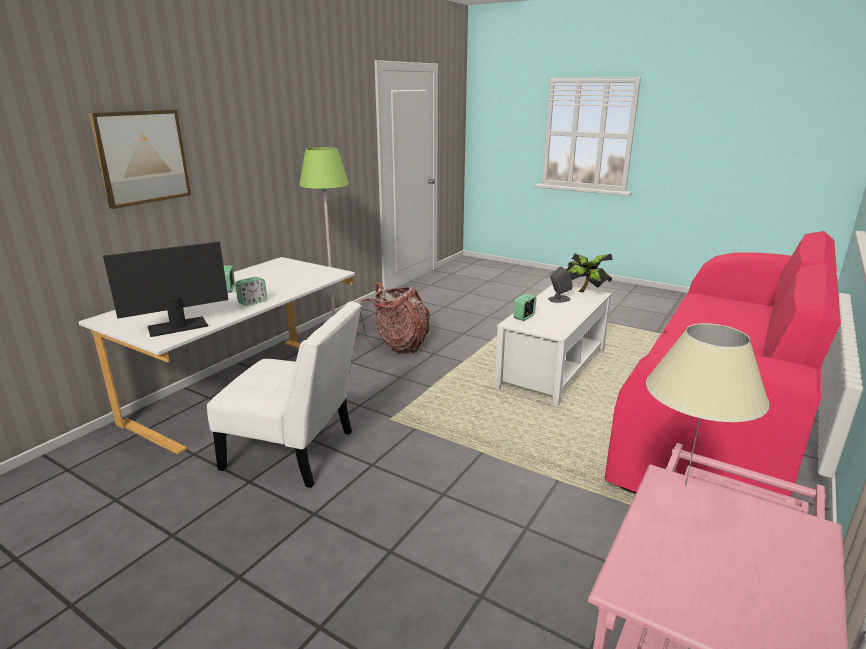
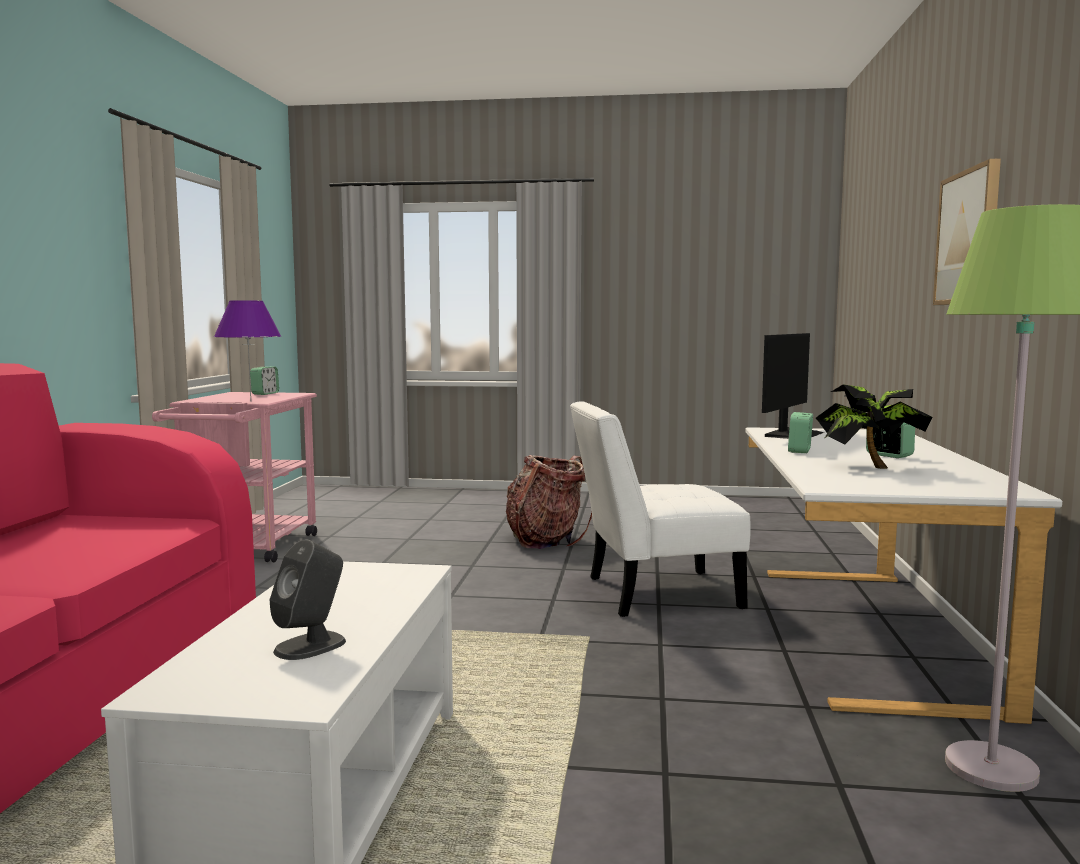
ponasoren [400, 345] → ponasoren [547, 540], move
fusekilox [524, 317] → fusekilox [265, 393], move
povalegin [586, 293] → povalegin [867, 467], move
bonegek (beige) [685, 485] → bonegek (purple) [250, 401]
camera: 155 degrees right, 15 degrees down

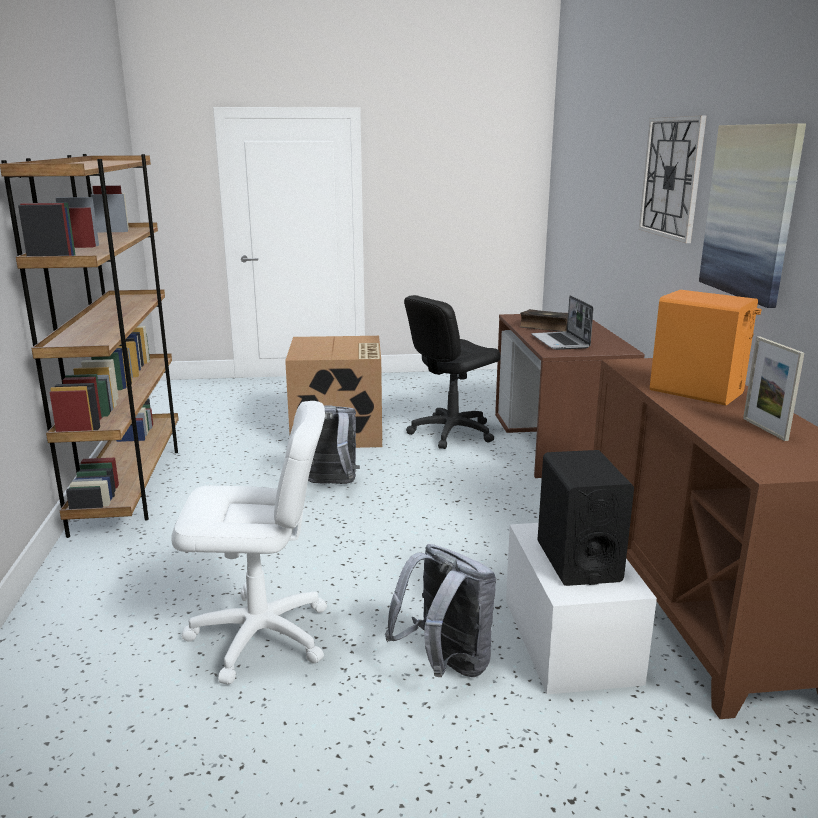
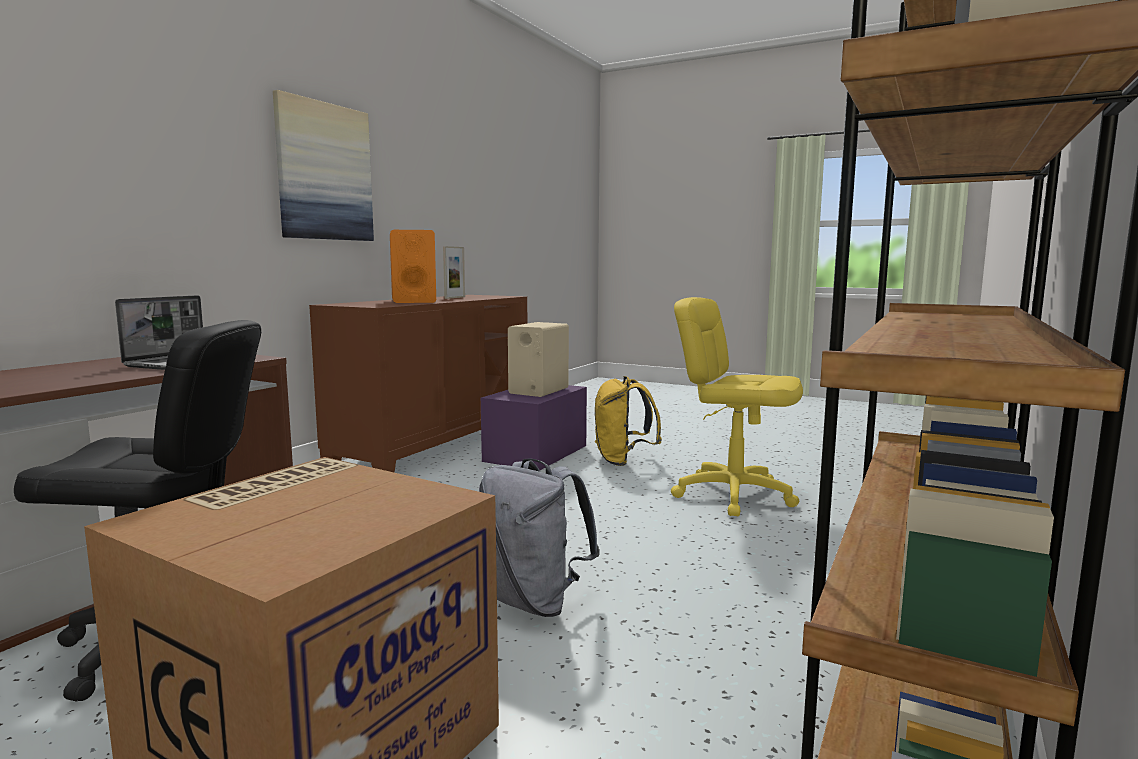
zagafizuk [546, 327] → -
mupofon [671, 177] → -
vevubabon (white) [260, 636] → vevubabon (yellow) [733, 495]
ponasoren (grey) [445, 665] → ponasoren (yellow) [622, 461]
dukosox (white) [570, 640] → dukosox (purple) [536, 453]
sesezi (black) [578, 561] → sesezi (beige) [538, 391]
camera: 145 degrees left, 10 degrees down

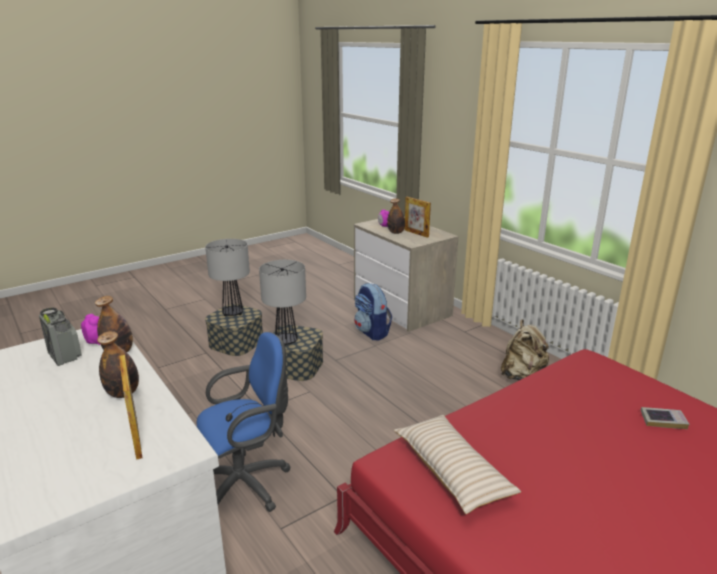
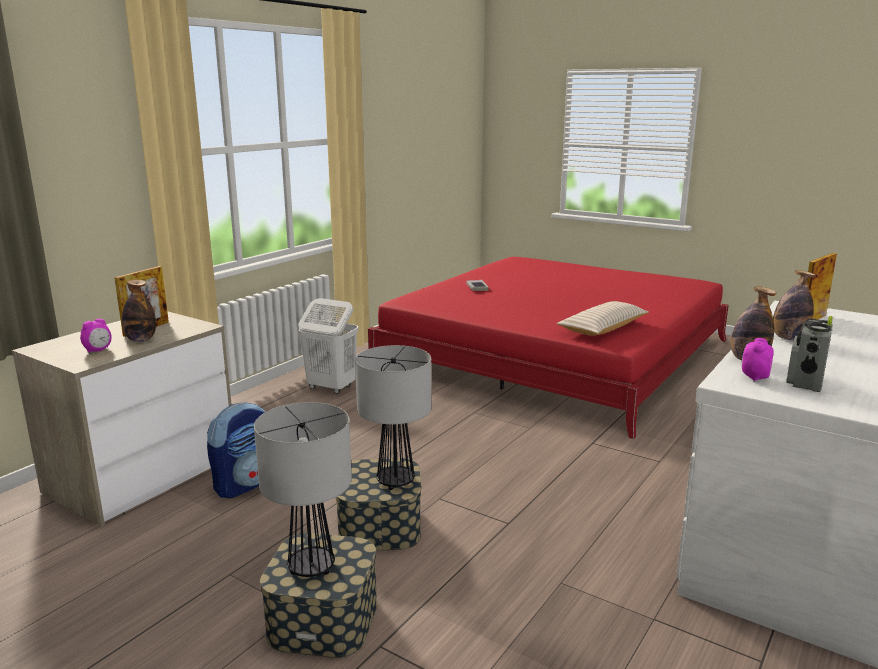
vevubabon (blue) [247, 484] → -
ponasoren (beige) [522, 375] → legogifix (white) [331, 387]
camera: 110 degrees left, 5 degrees down

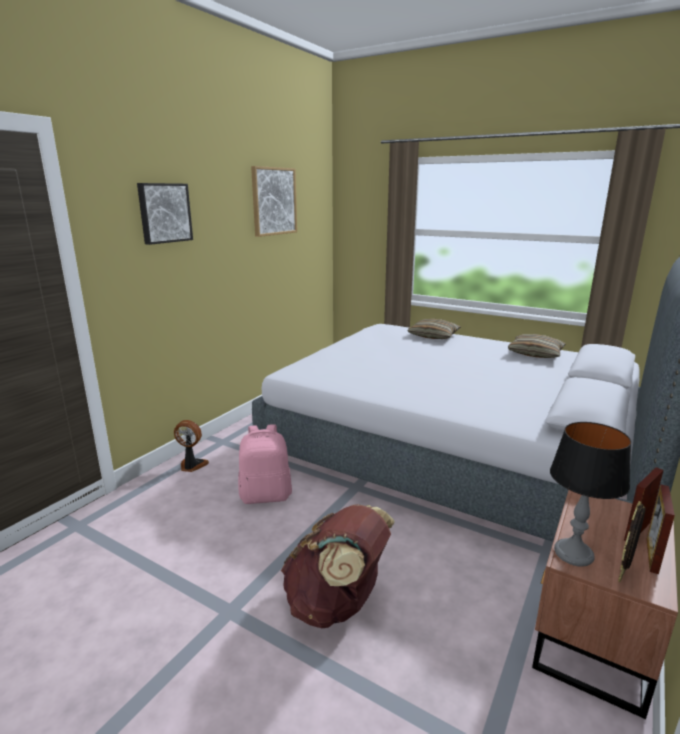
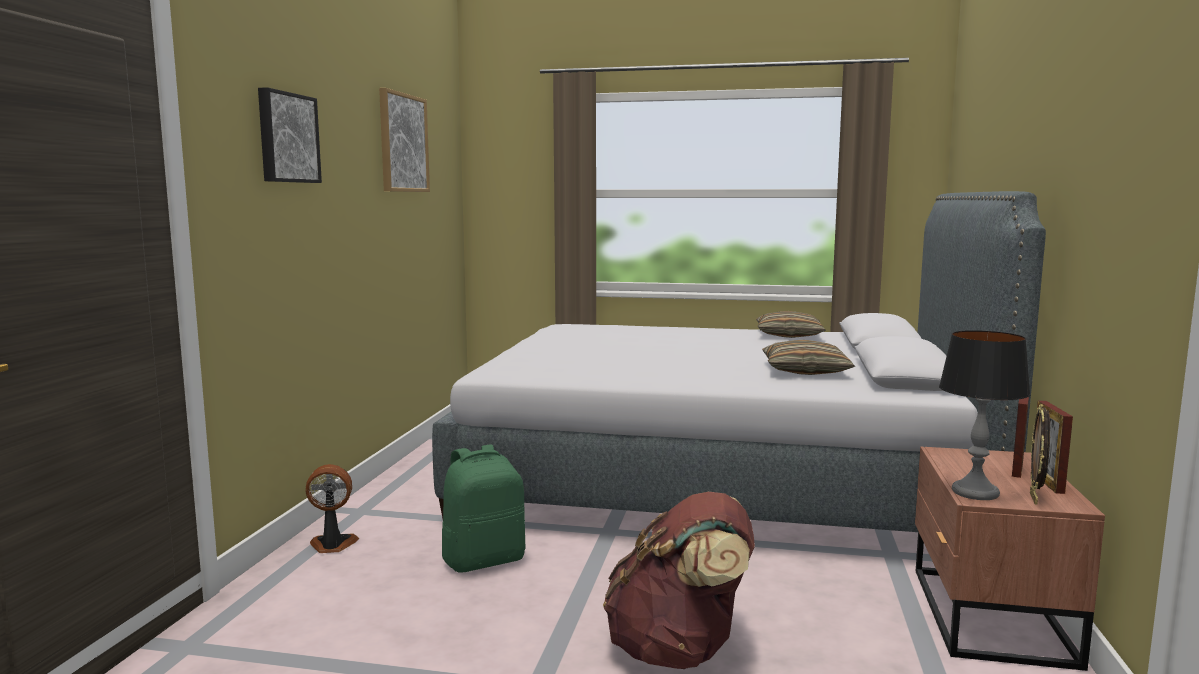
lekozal [433, 336] → lekozal [805, 371], move
ponasoren (pink) [266, 495] → ponasoren (green) [484, 560]
camera: 20 degrees left, 10 degrees down

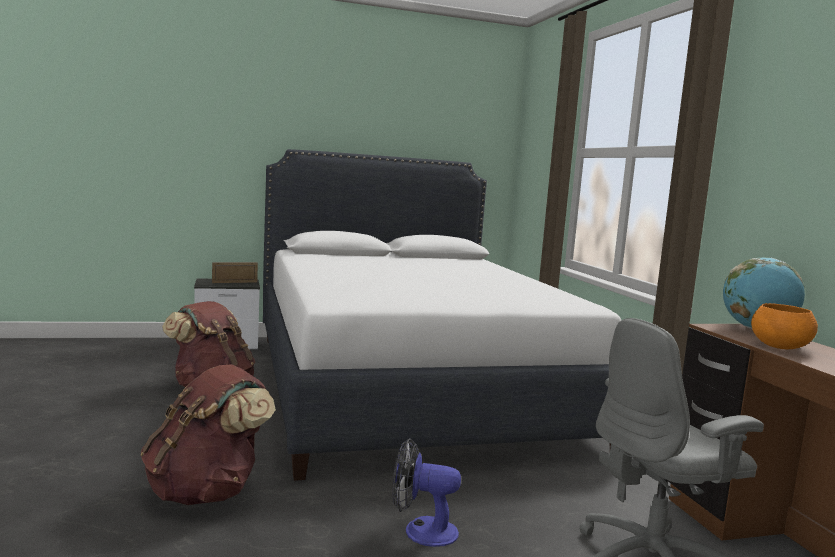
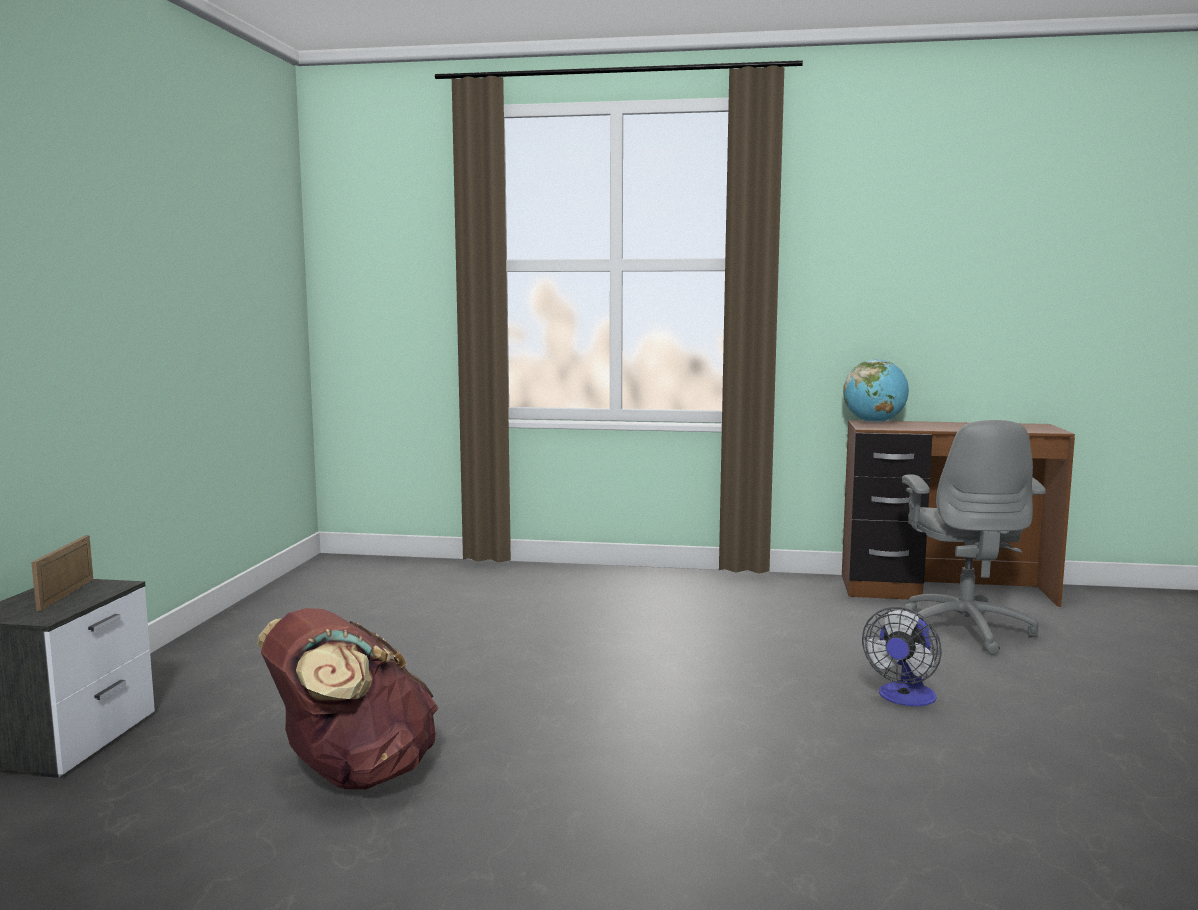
ponasoren (brown) [207, 492] → -
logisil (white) [408, 387] → -
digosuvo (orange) [779, 347] → -
camera: 65 degrees left, 0 degrees up

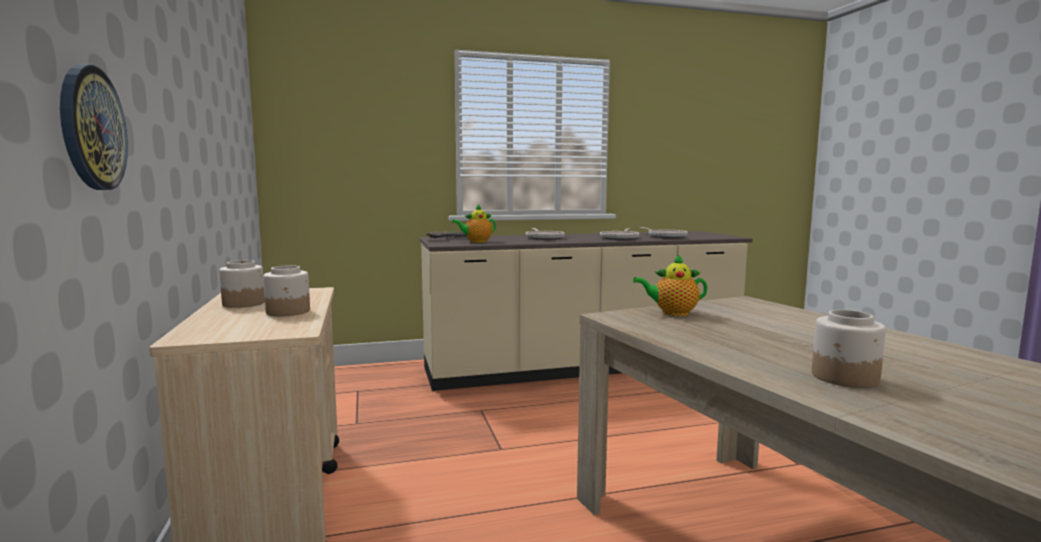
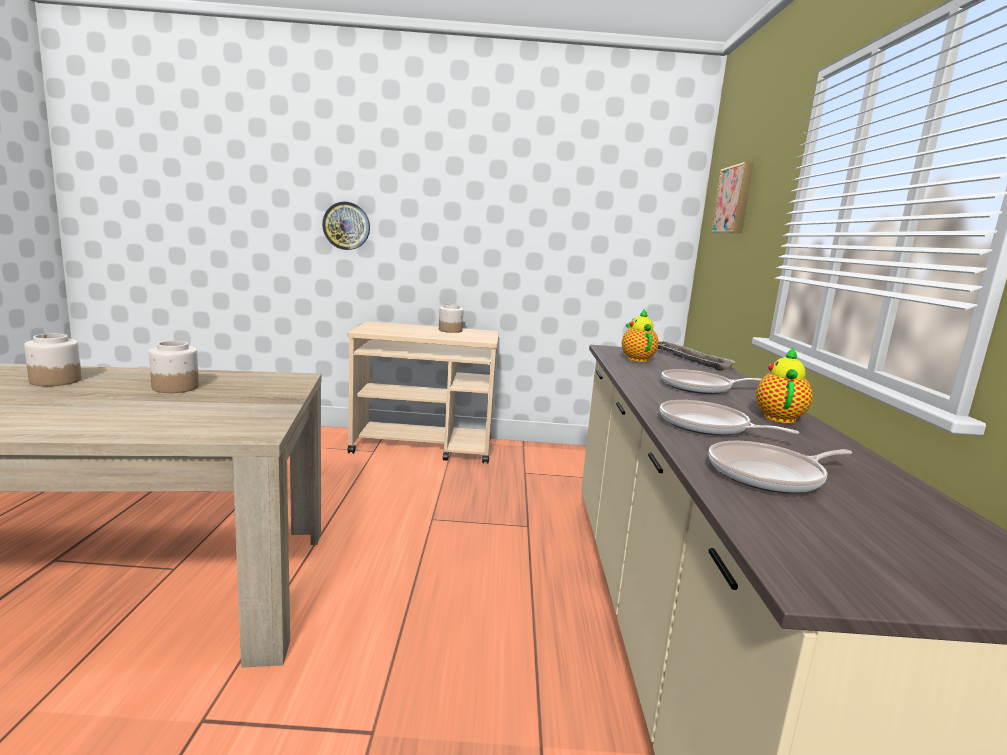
- → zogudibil [734, 200]
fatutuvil [288, 312] → fatutuvil [175, 387], move
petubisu [672, 313] → petubisu [778, 417], move
camera: 105 degrees right, 5 degrees up

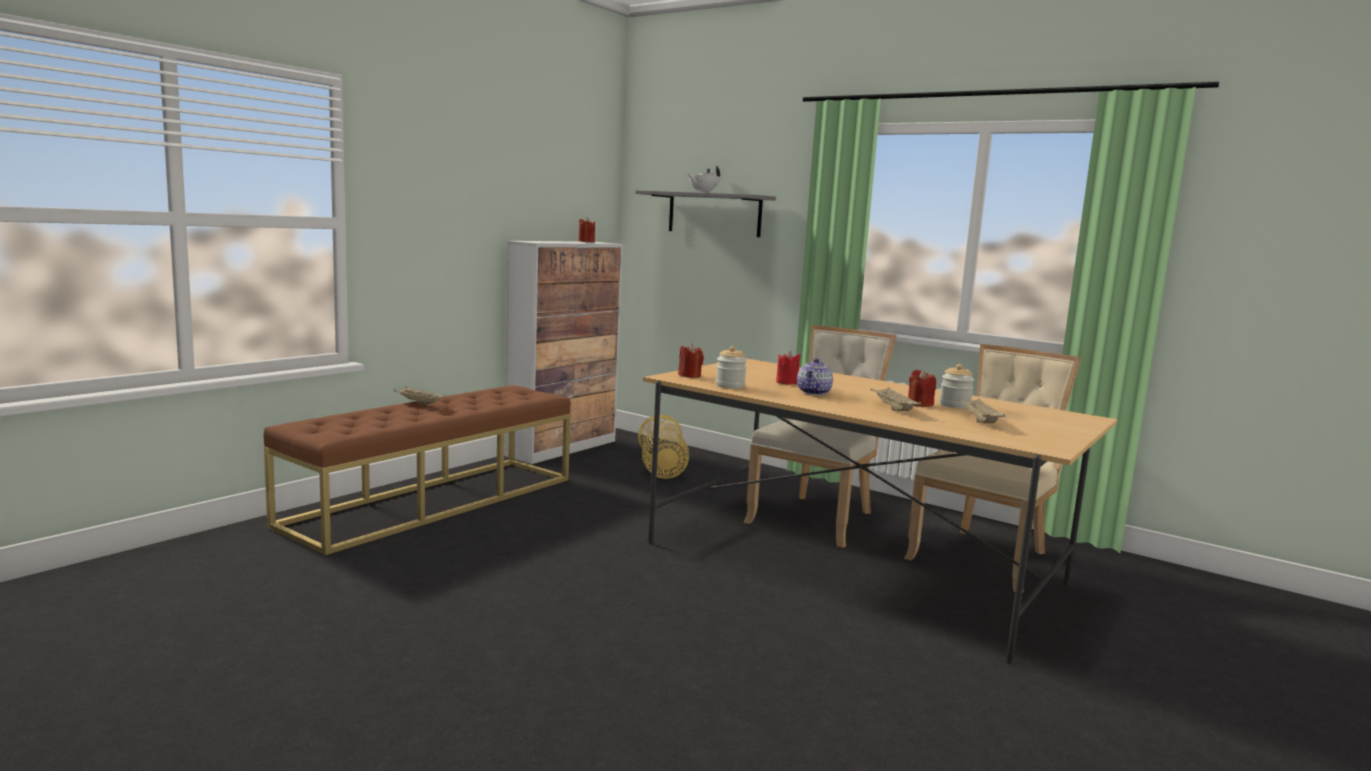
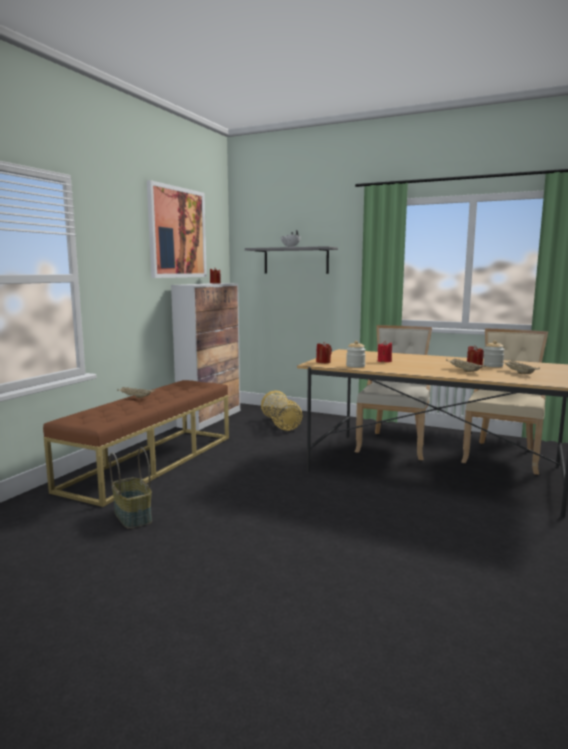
petubisu [814, 392] → -
- → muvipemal [133, 516]
- → zogudibil [177, 233]
camera: 10 degrees left, 0 degrees up

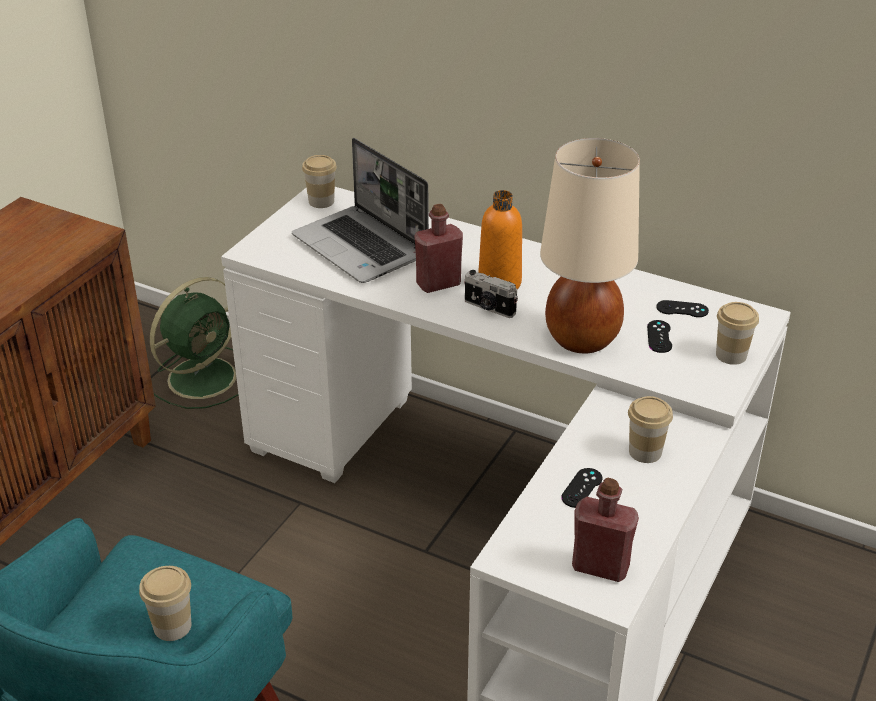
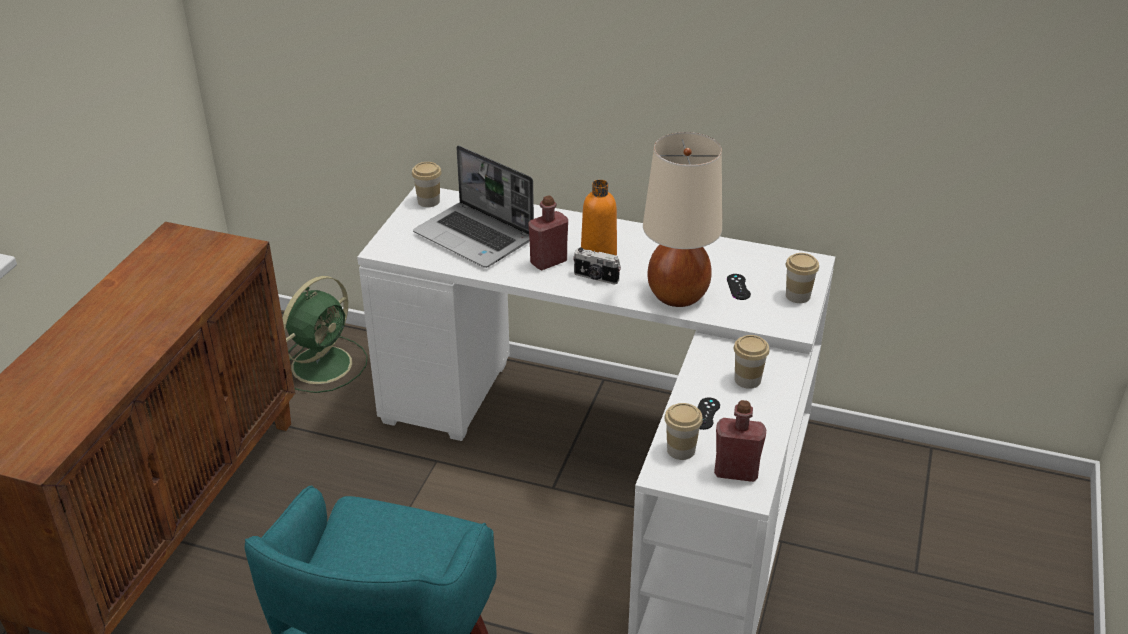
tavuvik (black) [682, 309] → -
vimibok [172, 626] → vimibok [681, 450], move
camera: 10 degrees left, 0 degrees up

